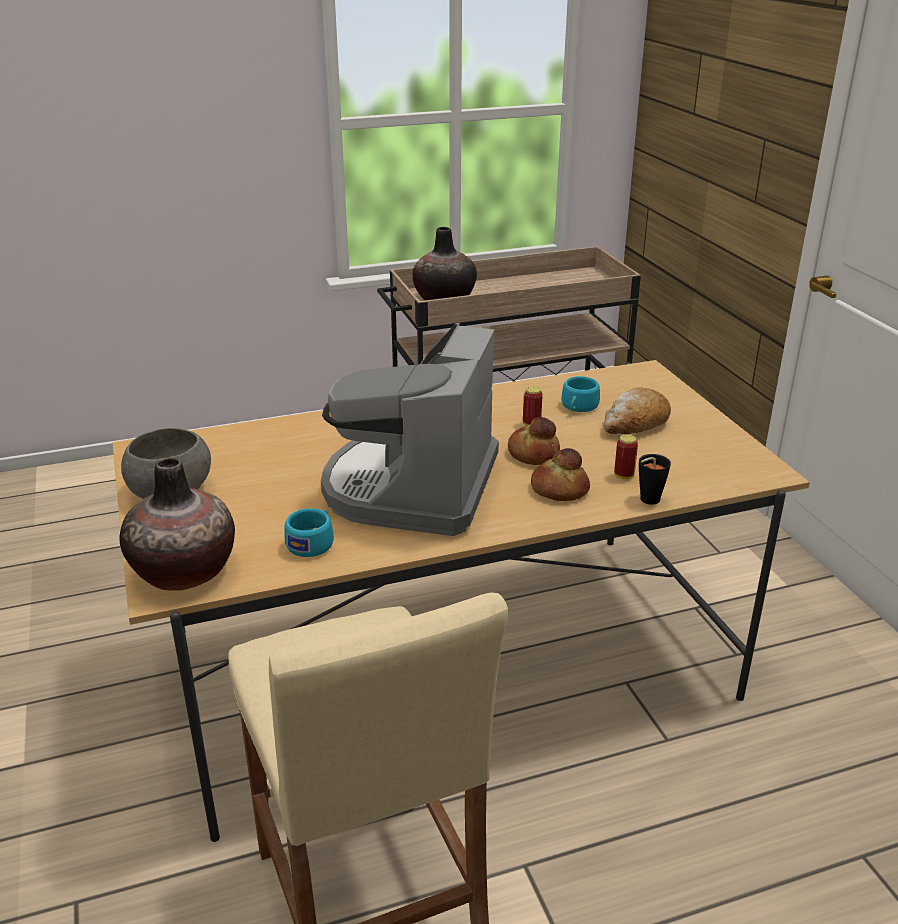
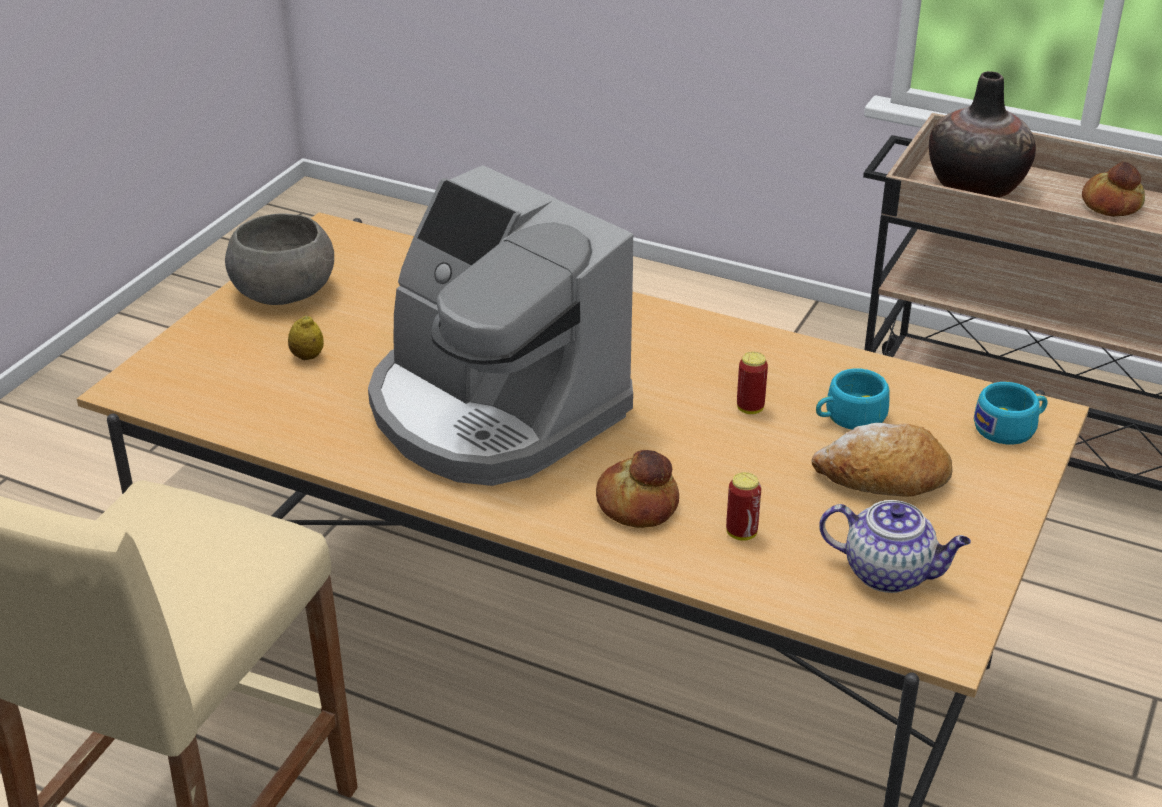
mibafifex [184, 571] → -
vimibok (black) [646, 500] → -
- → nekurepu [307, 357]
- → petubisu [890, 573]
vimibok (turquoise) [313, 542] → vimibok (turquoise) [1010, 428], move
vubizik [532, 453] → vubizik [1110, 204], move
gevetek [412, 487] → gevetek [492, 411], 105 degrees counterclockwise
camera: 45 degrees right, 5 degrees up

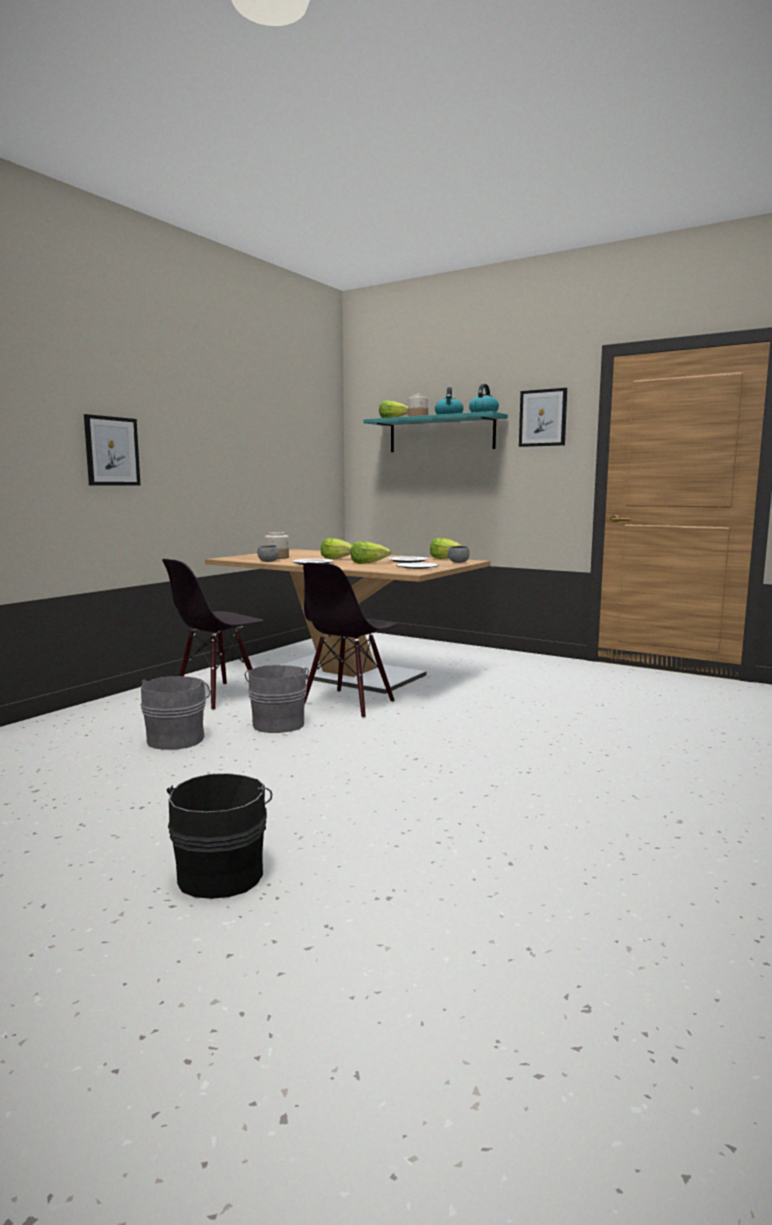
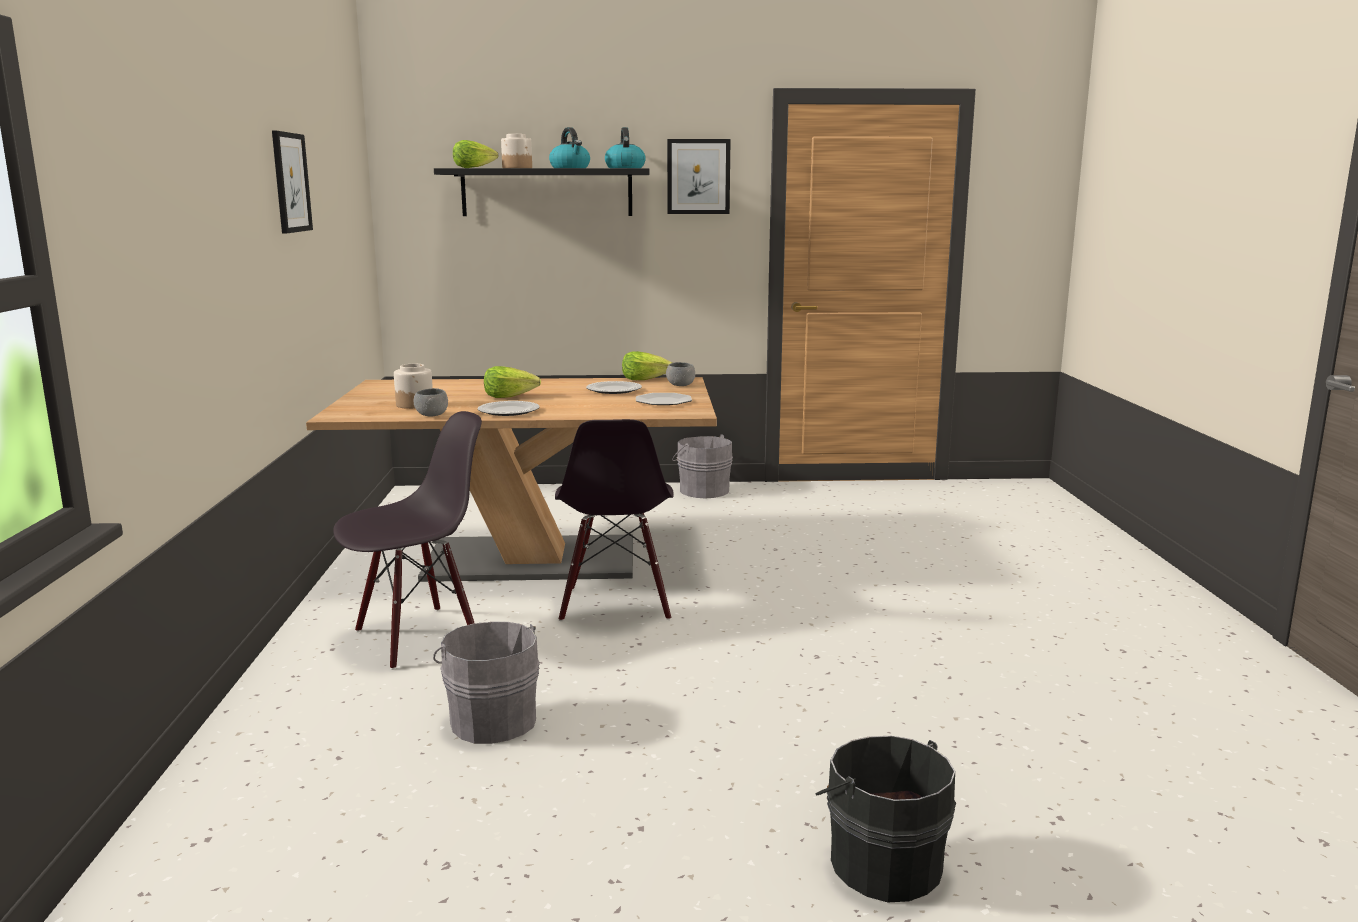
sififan [368, 563] → -
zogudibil [112, 451] → zogudibil [291, 182], move
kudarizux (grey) [278, 723] → kudarizux (grey) [703, 490], move
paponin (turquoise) [441, 434] → paponin (black) [547, 192]
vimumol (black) [218, 696] → vimumol (black) [418, 638], 135 degrees counterclockwise
camera: 35 degrees left, 5 degrees up

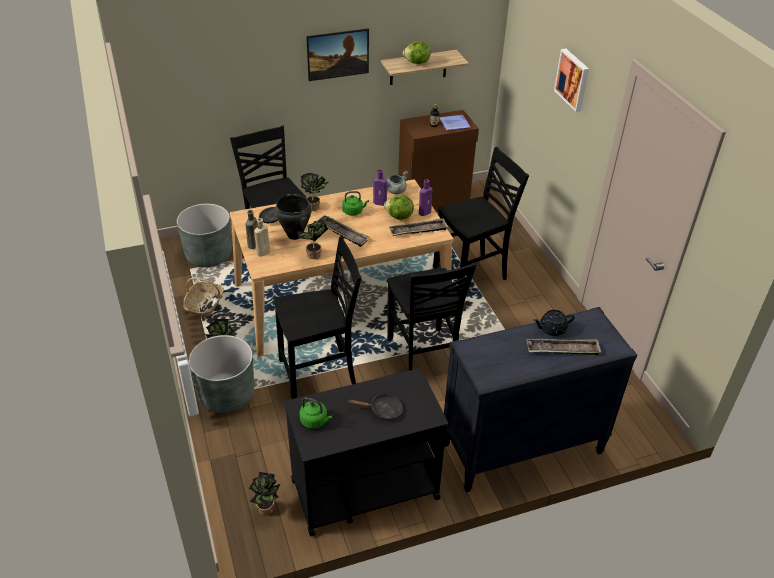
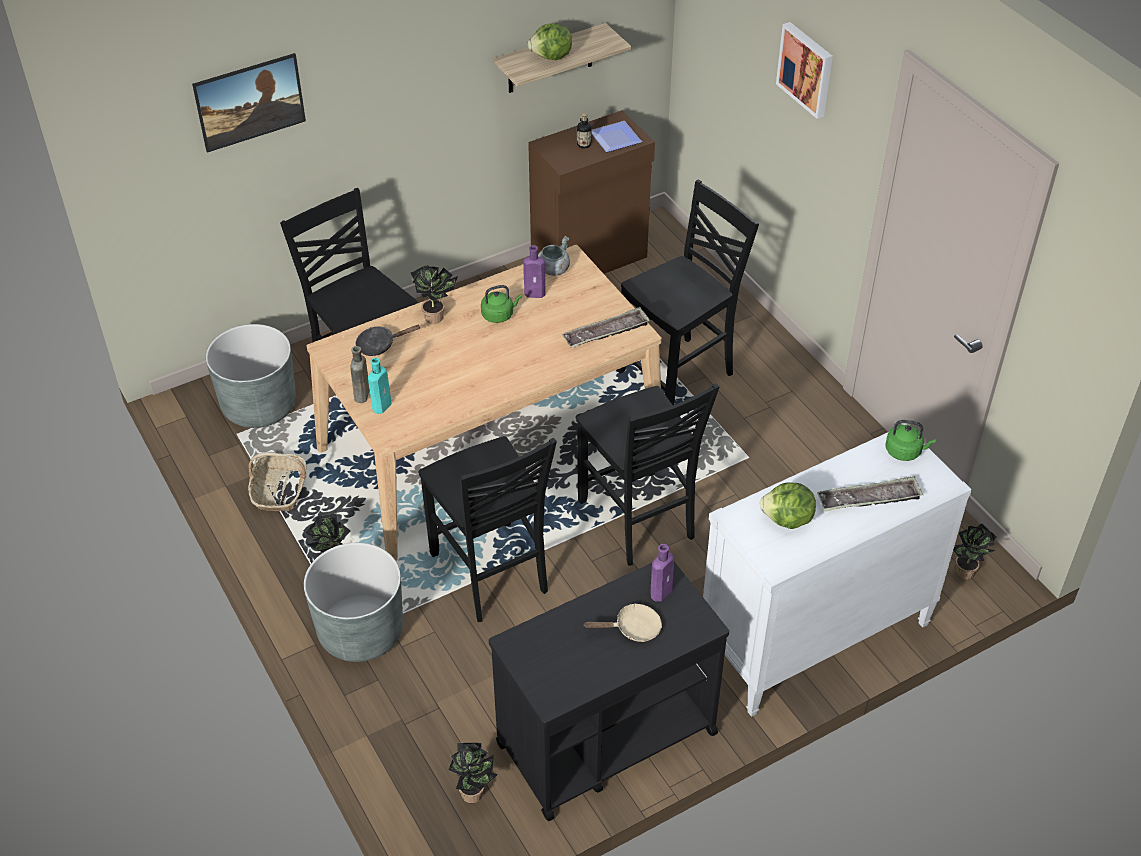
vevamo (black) [294, 235] → -
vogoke [342, 233] → -
petubisu (black) [552, 329] → -
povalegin [313, 256] → povalegin [965, 574], move
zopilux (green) [315, 421] → zopilux (green) [905, 451], move
zogudibil [338, 65] → zogudibil [253, 119], move
sififan [399, 217] → sififan [787, 520], move
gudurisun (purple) [425, 212] → gudurisun (purple) [662, 591], move
gudurisun (beige) [264, 252] → gudurisun (turquoise) [382, 405]
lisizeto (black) [382, 410] → lisizeto (beige) [633, 628]
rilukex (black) [521, 449] → rilukex (white) [814, 639]
vimumol (black) [319, 373] → vimumol (black) [491, 574], 90 degrees clockwise
camera: 10 degrees left, 5 degrees up

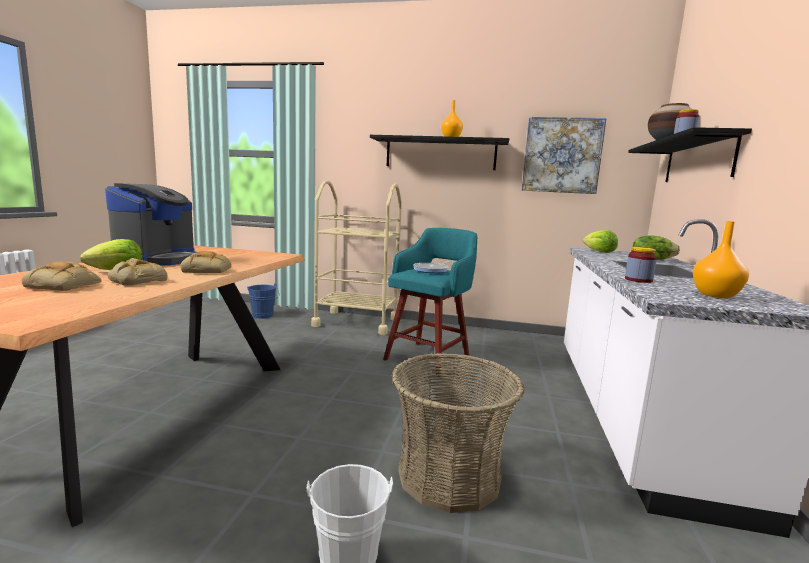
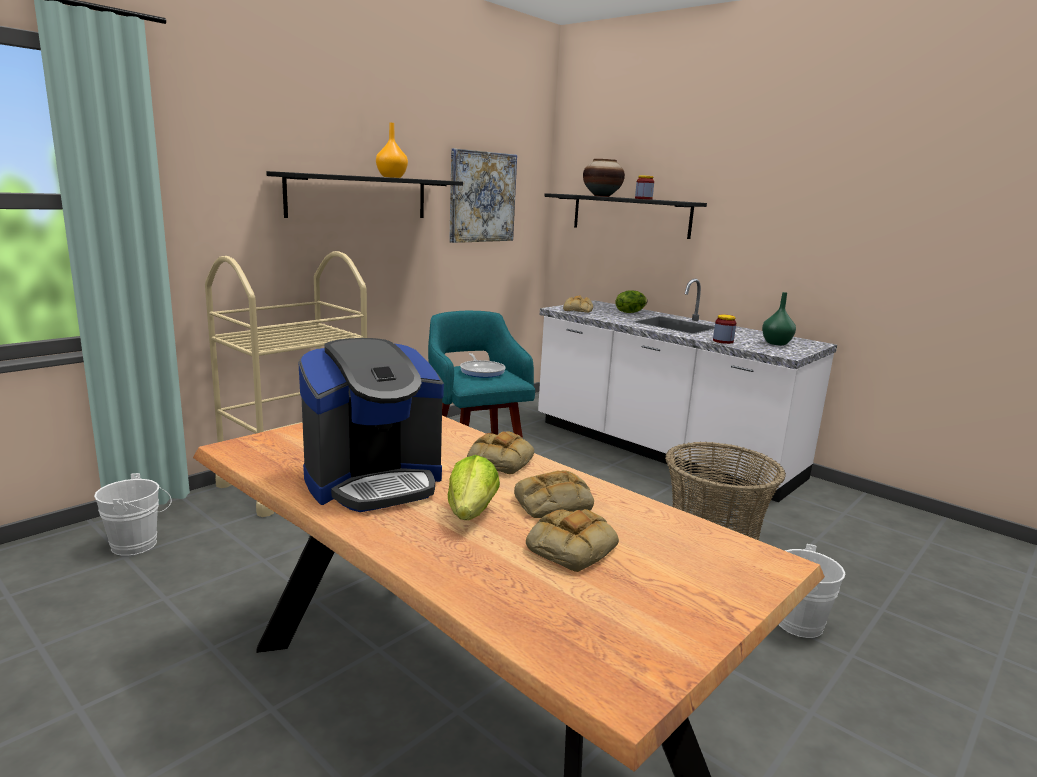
sififan [599, 251] → vubizik [578, 310]
kudarizux (blue) [263, 316] → kudarizux (white) [139, 544]
mibafifex (orange) [714, 295] → mibafifex (green) [775, 343]
gevetek [158, 260] → gevetek [374, 482], 105 degrees clockwise
camera: 60 degrees left, 5 degrees up

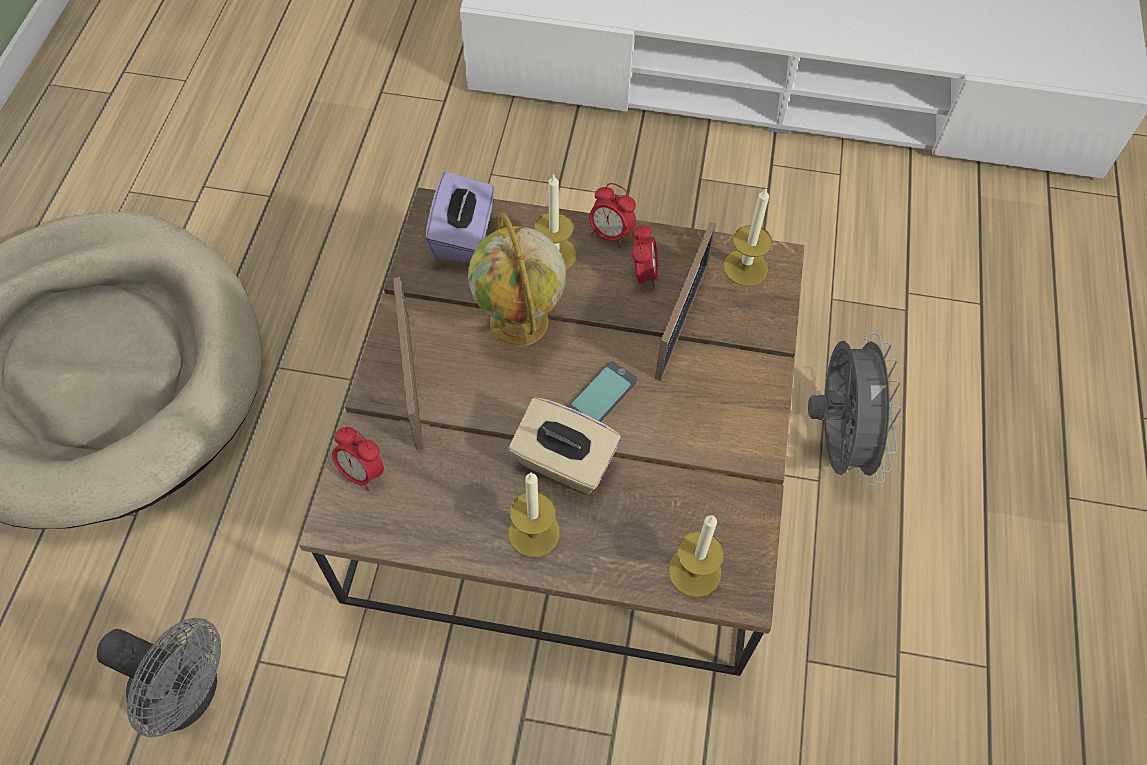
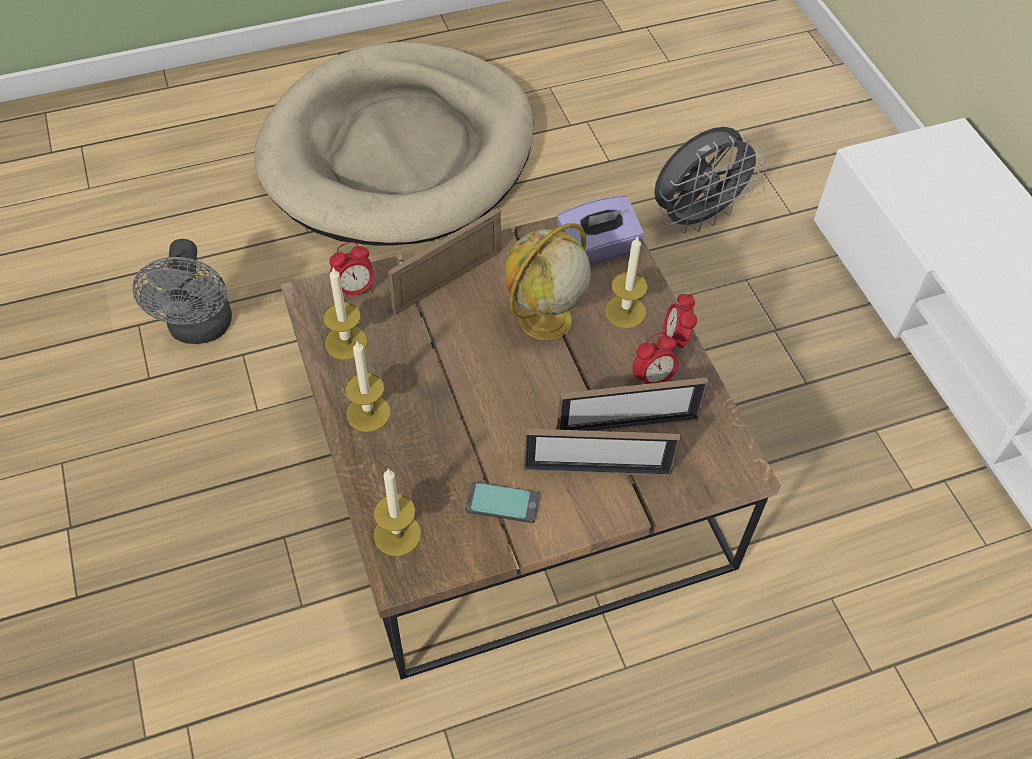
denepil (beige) [563, 462] → -
- → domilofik [596, 470]
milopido [602, 395] → milopido [502, 503], move
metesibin [745, 267] → metesibin [346, 342], move
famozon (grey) [836, 442] → famozon (grey) [696, 217], move
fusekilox [362, 473] → fusekilox [355, 290], 120 degrees counterclockwise
camera: 60 degrees right, 5 degrees down

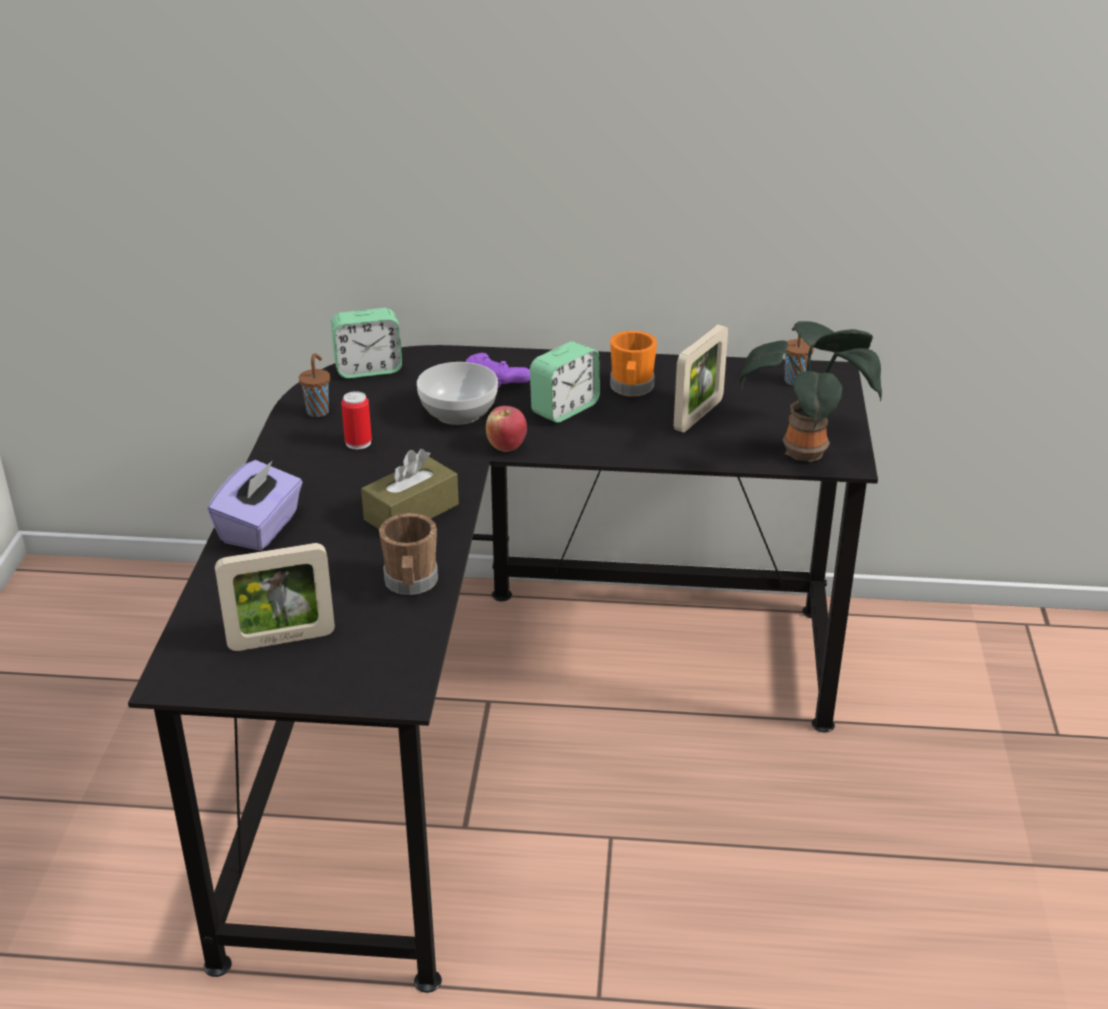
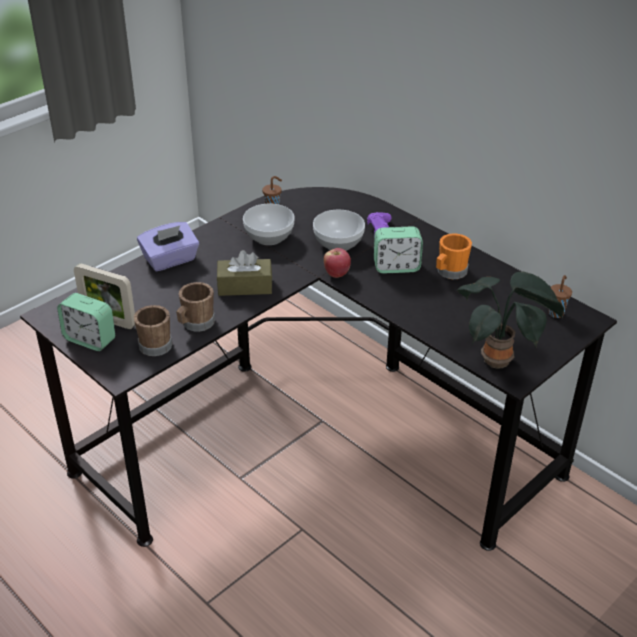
domilofik [698, 415] → -
- → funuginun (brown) [154, 343]
fusekilox [368, 369] → fusekilox [90, 339], move
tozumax [358, 442] → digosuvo [269, 236]
camera: 40 degrees right, 5 degrees up

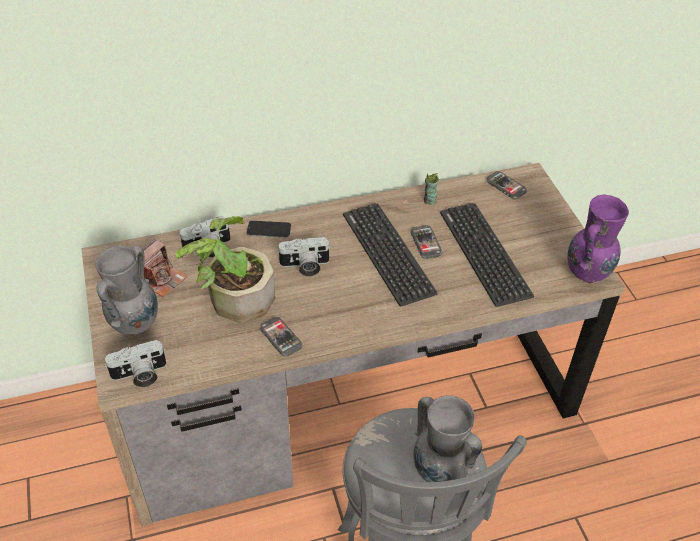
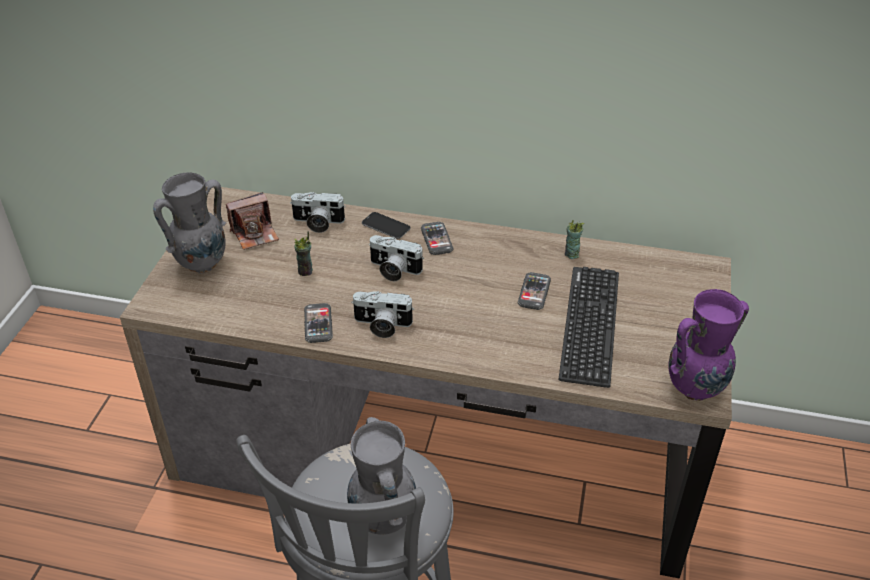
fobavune [388, 253] → -
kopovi [140, 375] → kopovi [381, 325], move
milopido [506, 186] → milopido [436, 239], move
povalegin [233, 295] → vimibok [305, 271]
camera: 30 degrees right, 5 degrees down

